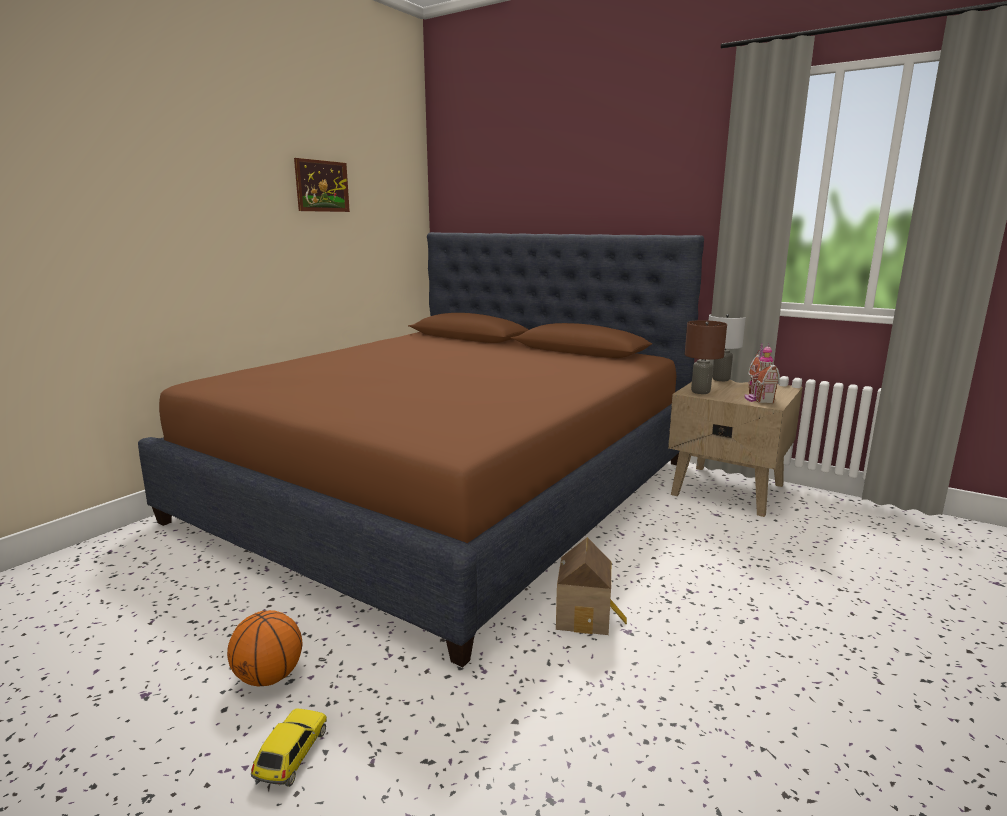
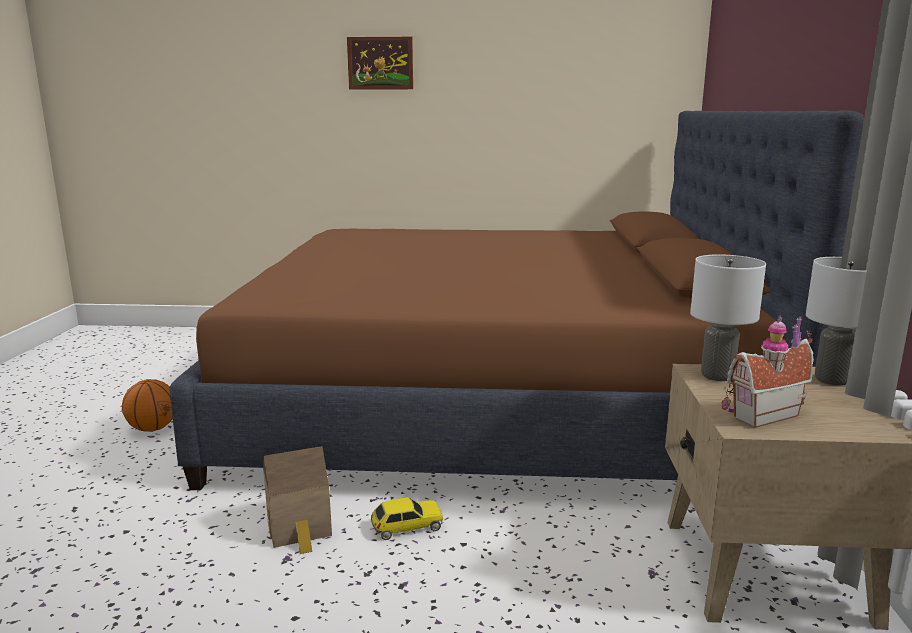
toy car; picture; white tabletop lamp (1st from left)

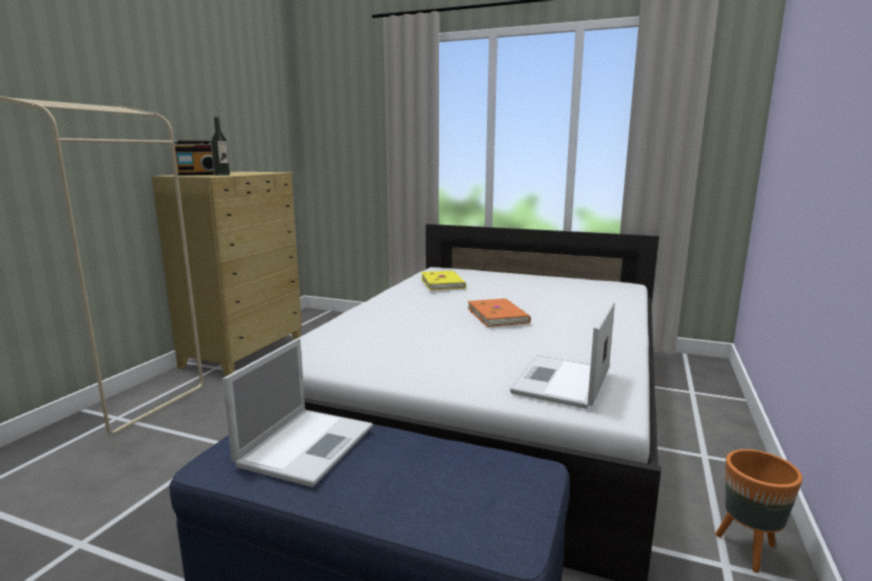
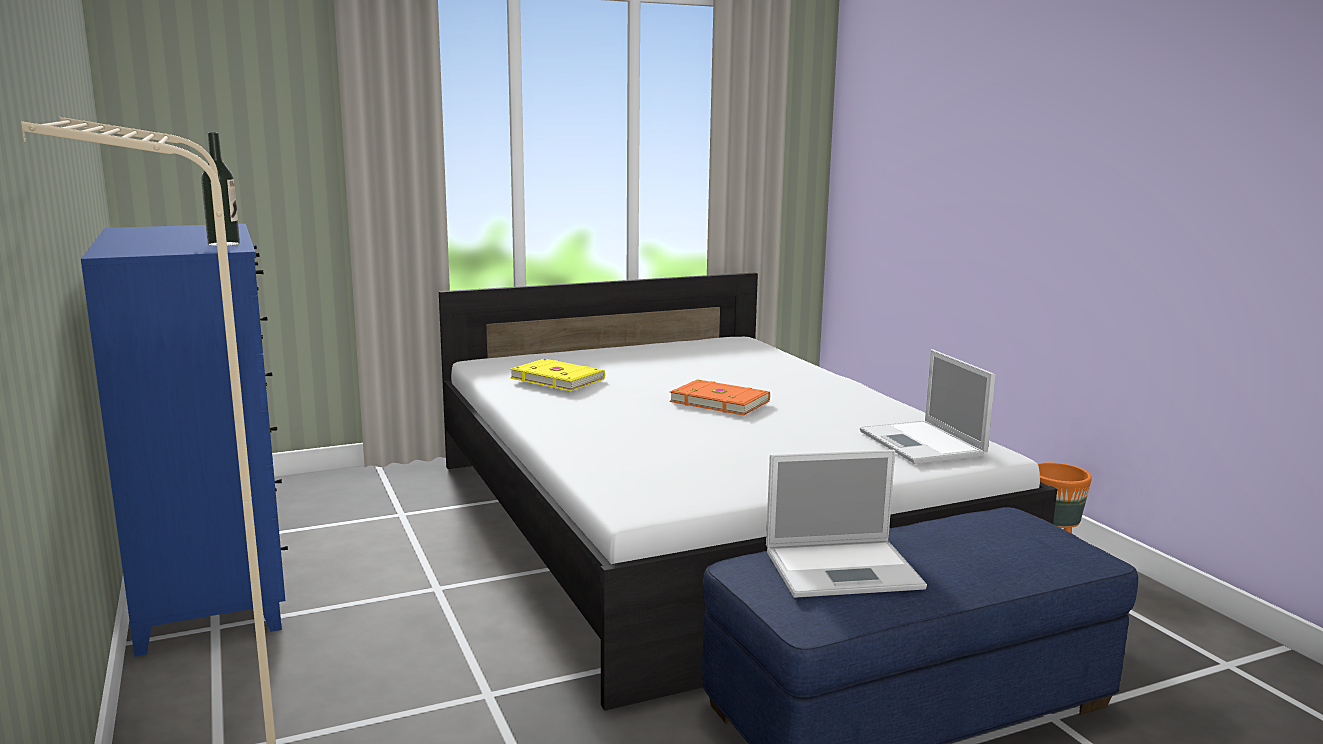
radio receiver; bluish drawer chest; notebook computer (1st from left)

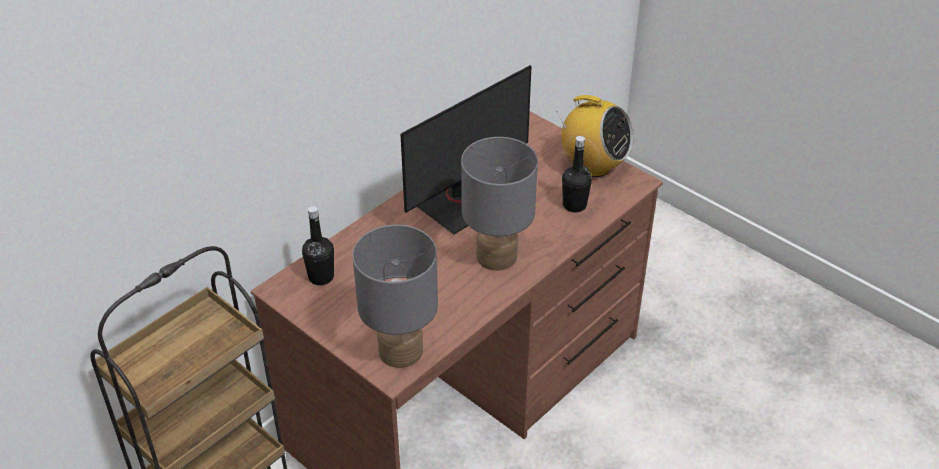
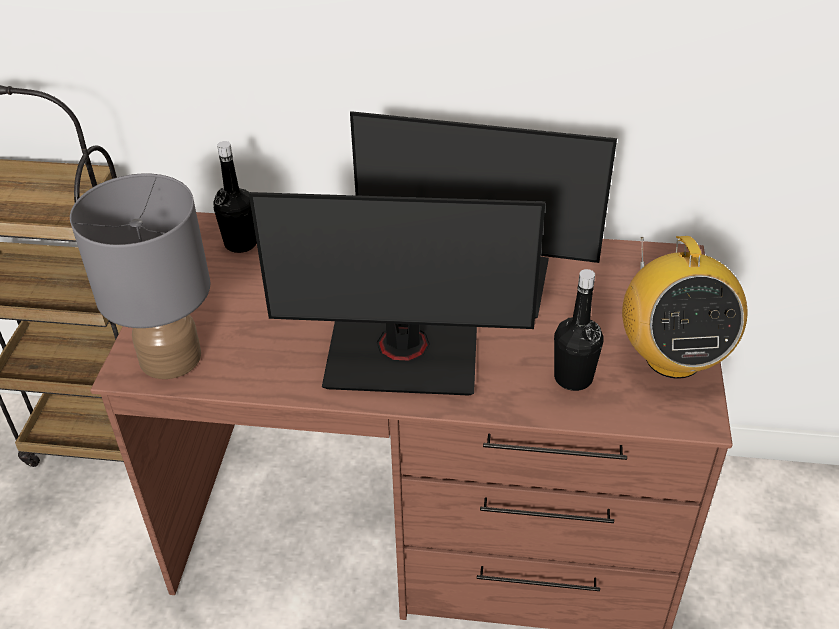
monitor (1st from left)

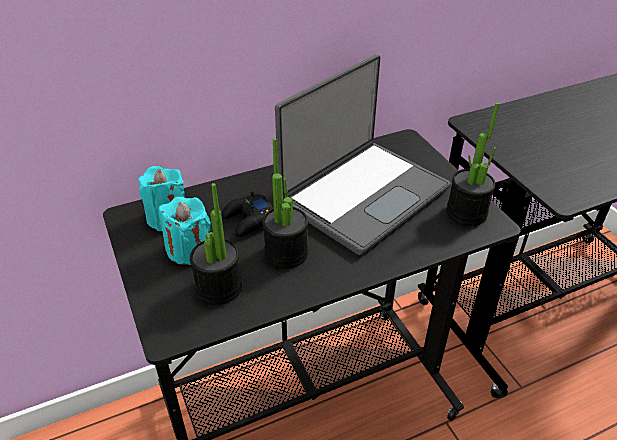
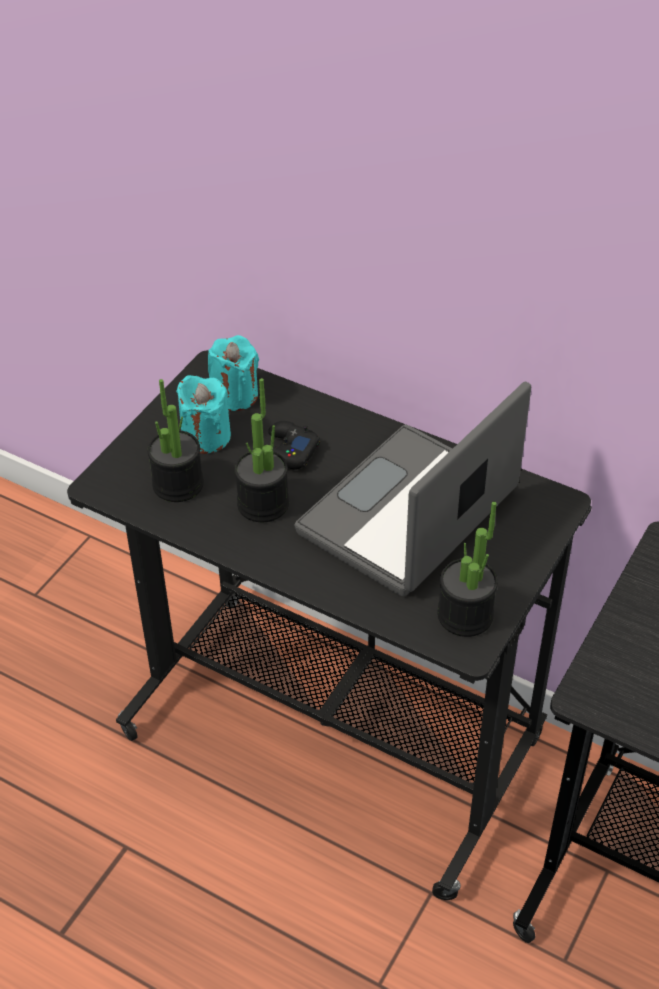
notebook computer

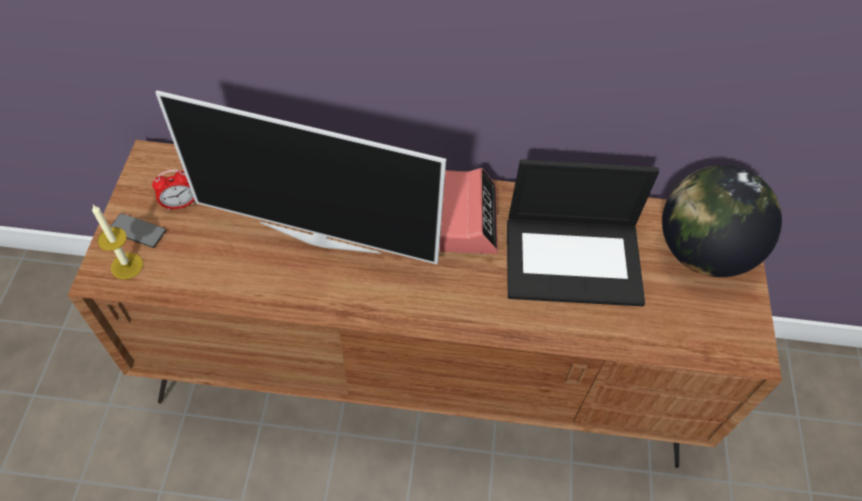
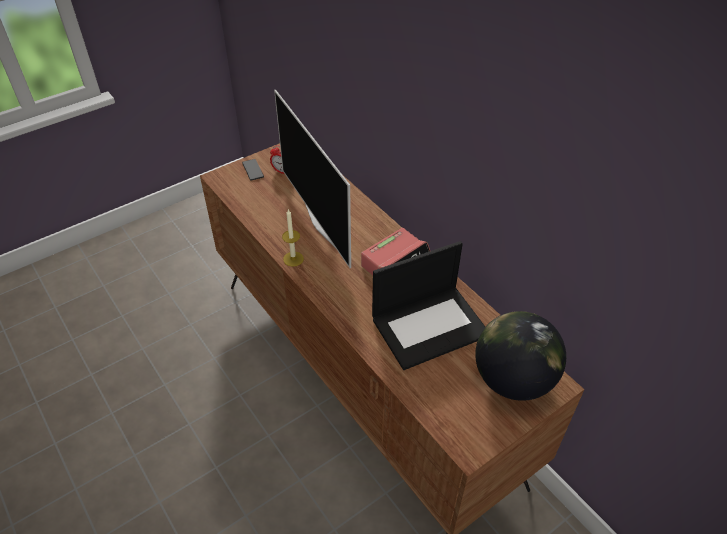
candle; notebook computer

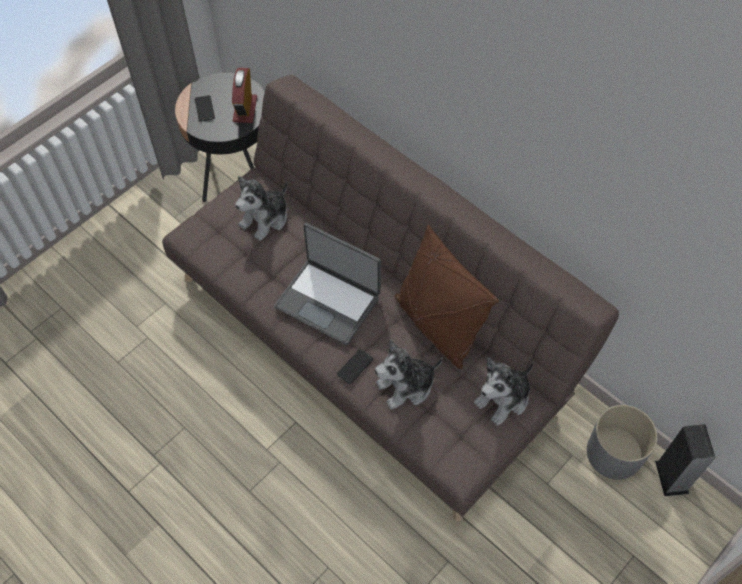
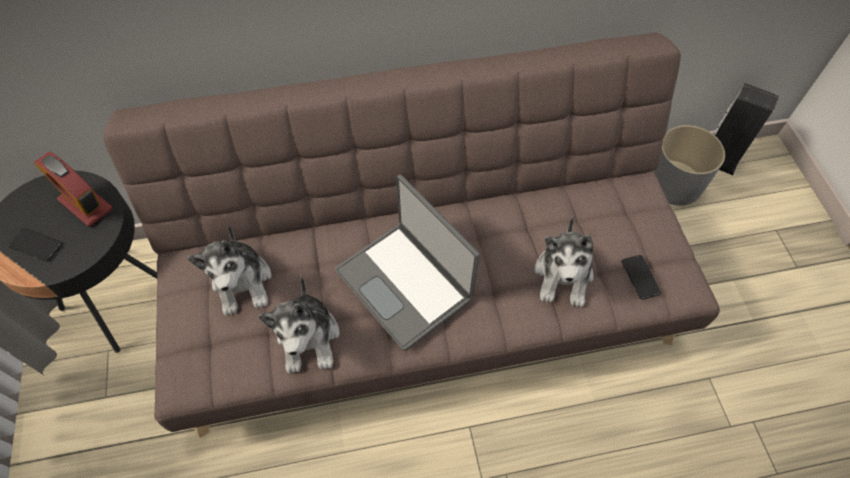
brown throw pillow; telephone (2nd from left); cuddly toy (2nd from left); notebook computer

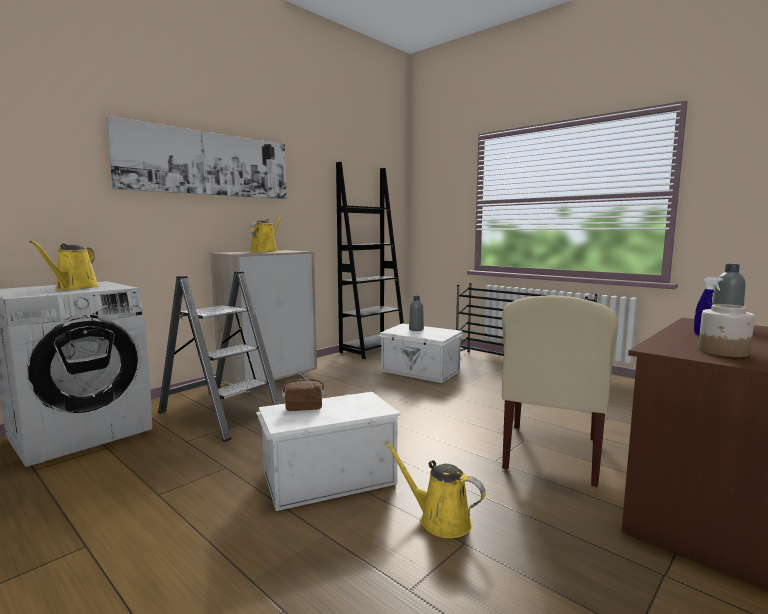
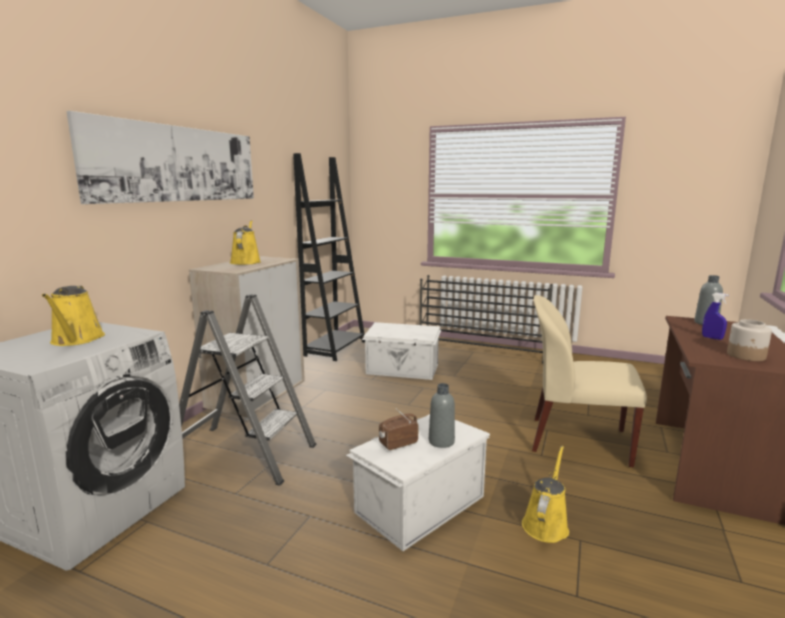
greyish bottle (1st from left); yellowish watering pot (3rd from left); beige-coloured chair

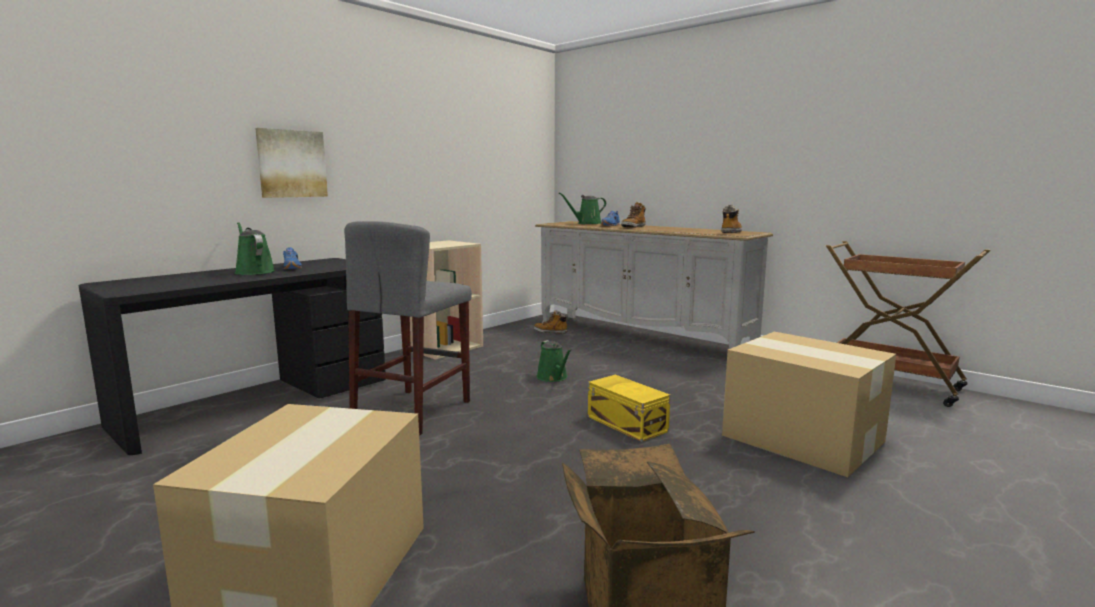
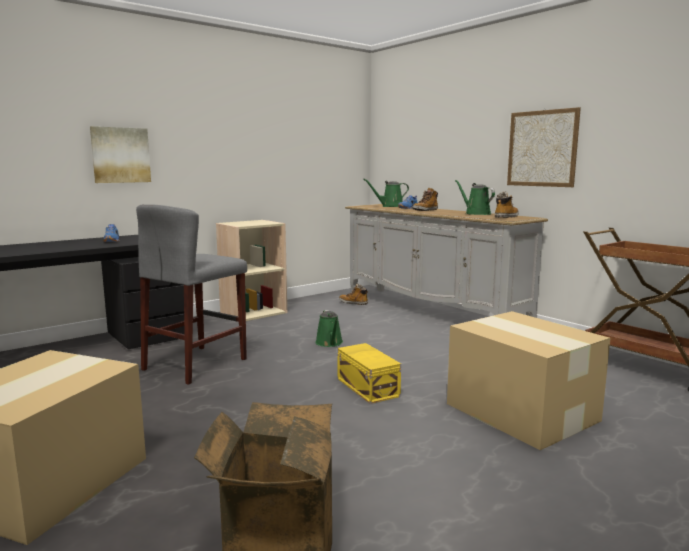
picture (2nd from left); green-coloured watering pot (3rd from left)

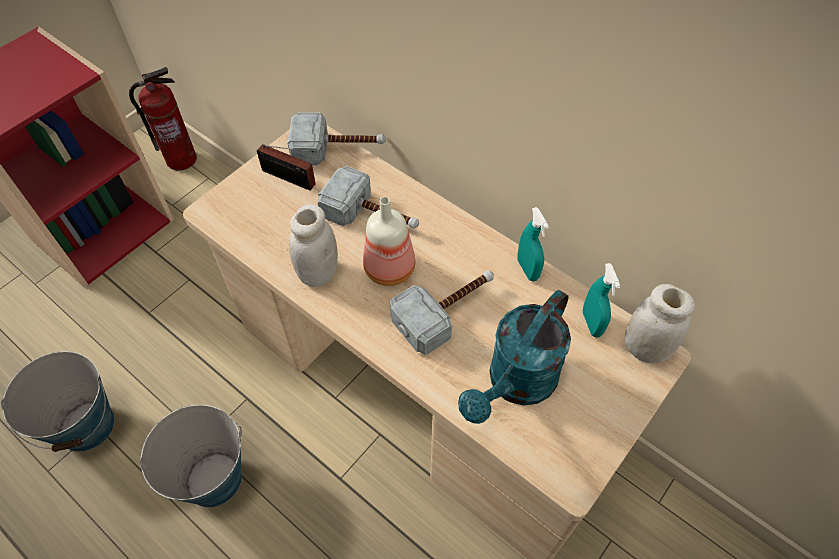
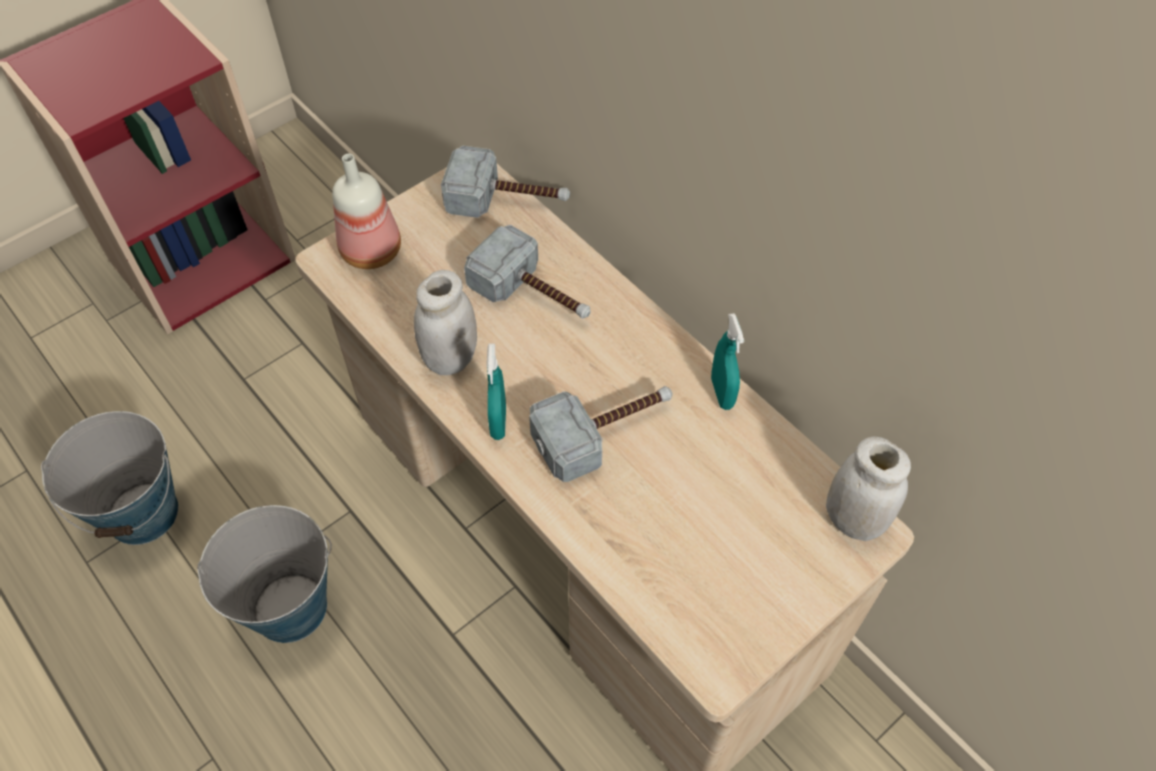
fire extinguisher; radio receiver; turquoise watering pot; bottle; turquoise hand sprayer (1st from left)

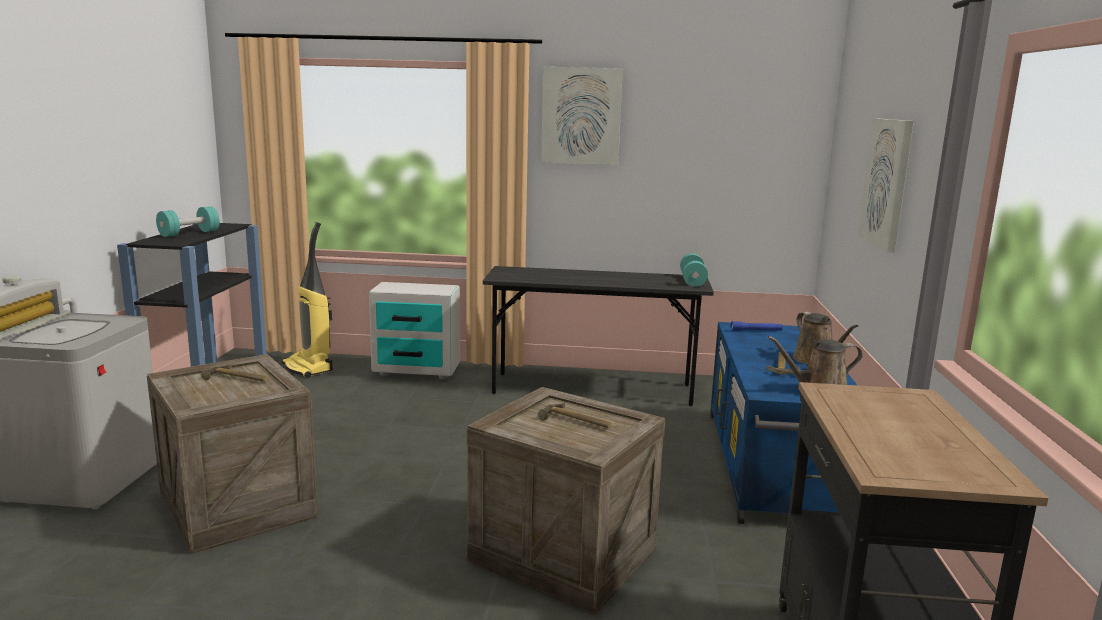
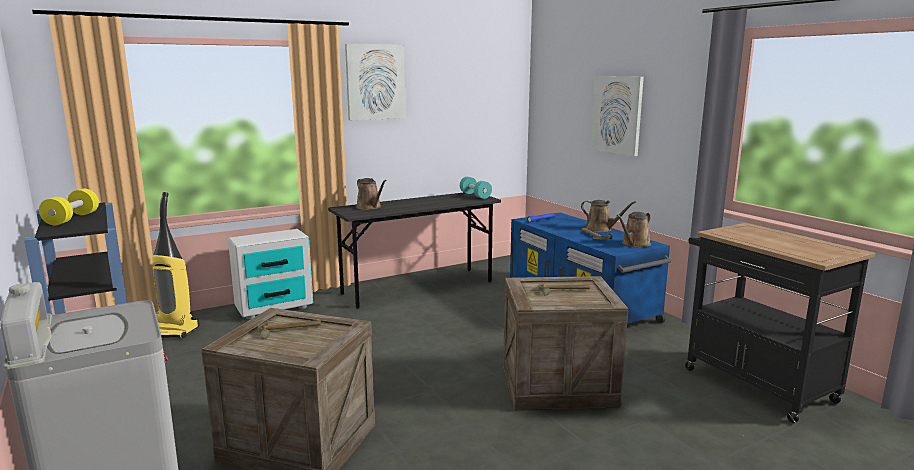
brown watering pot (1st from left); yellowish free weight

